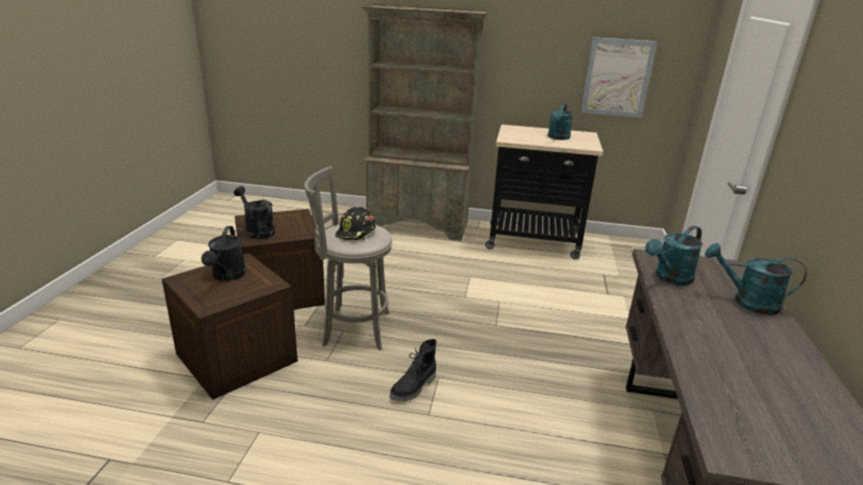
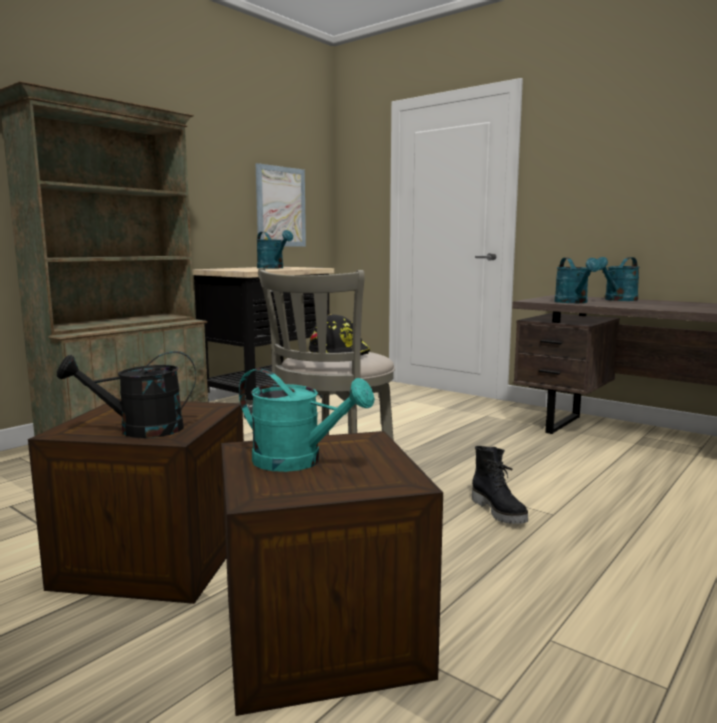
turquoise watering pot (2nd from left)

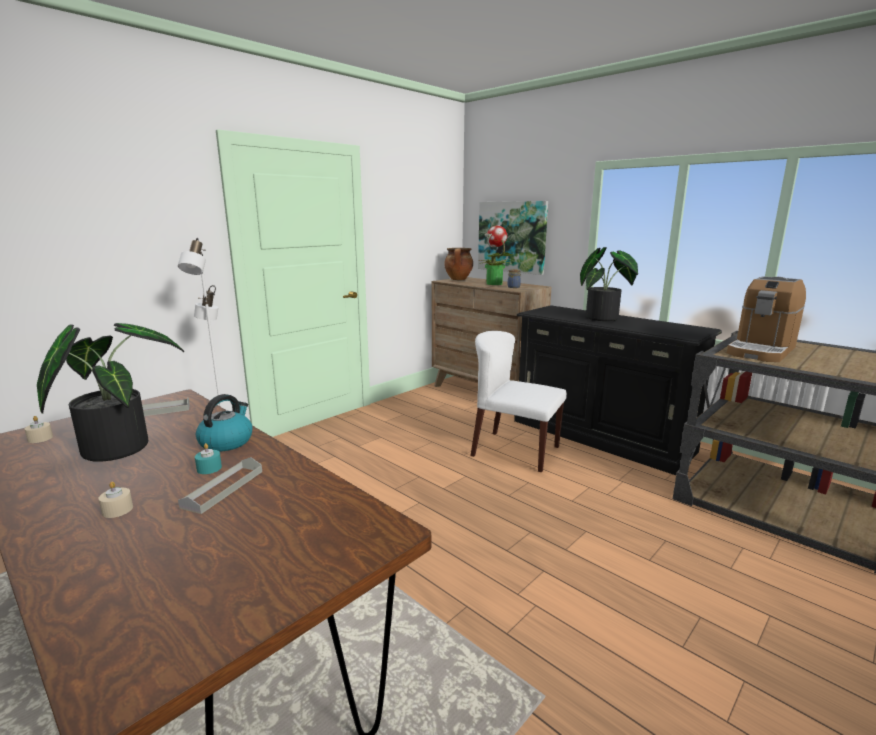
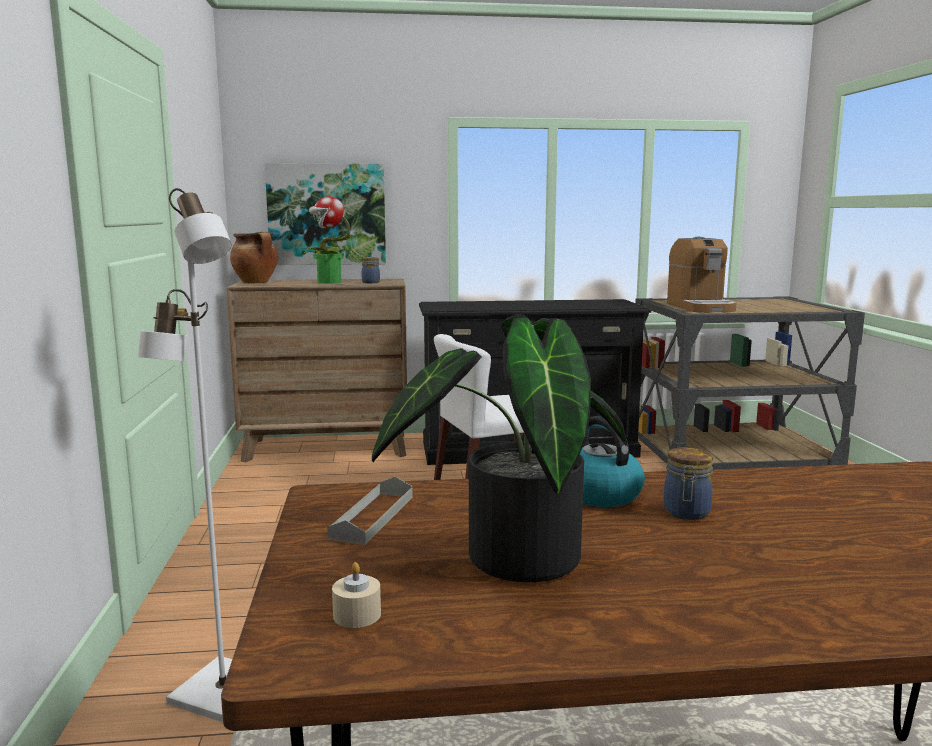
beige-coloured candle (2nd from left in the first image); greyish carrying tray (2nd from left in the first image); plant in a pot (3rd from left in the first image); storage jar (2nd from left)

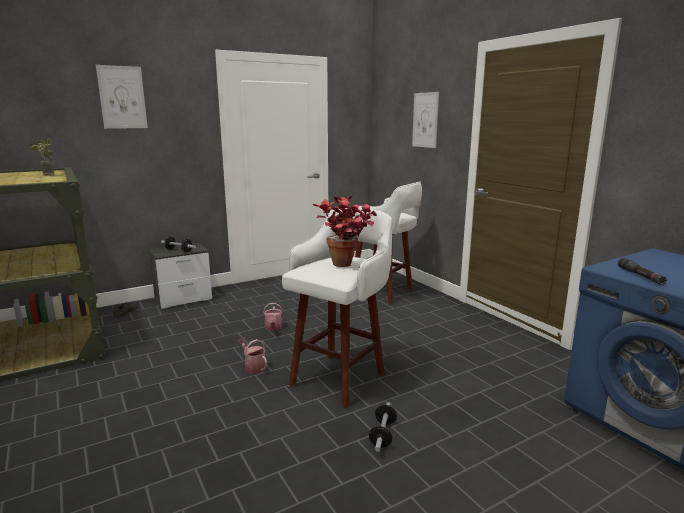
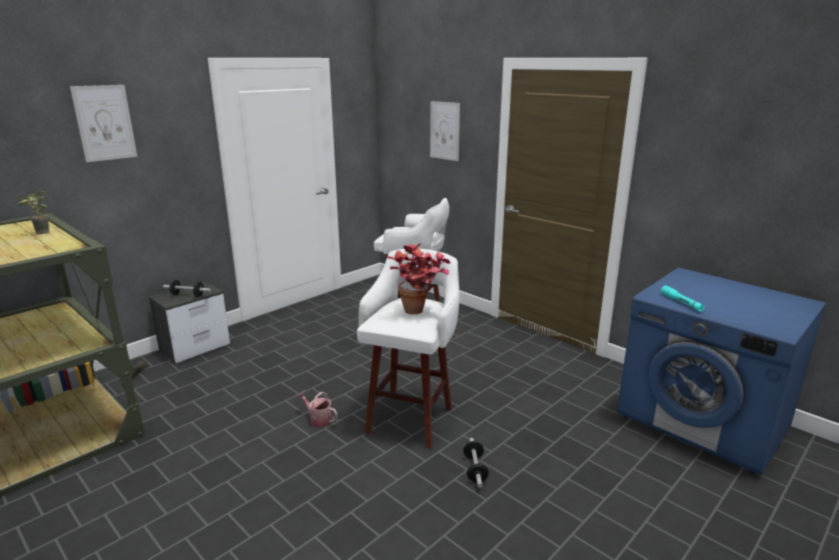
watering pot (2nd from left in the first image); turquoise torch

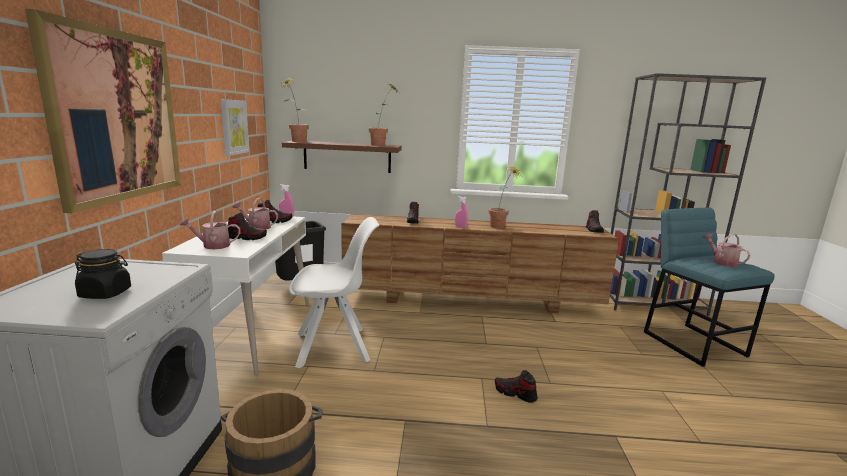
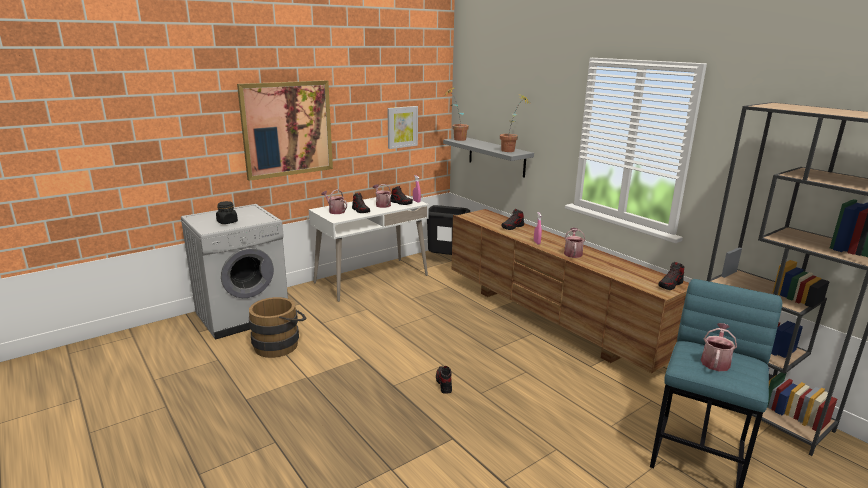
white chair; watering pot (3rd from left); greyish bracket shelf

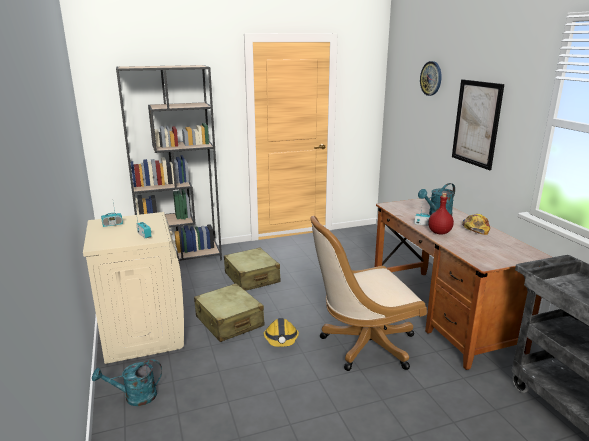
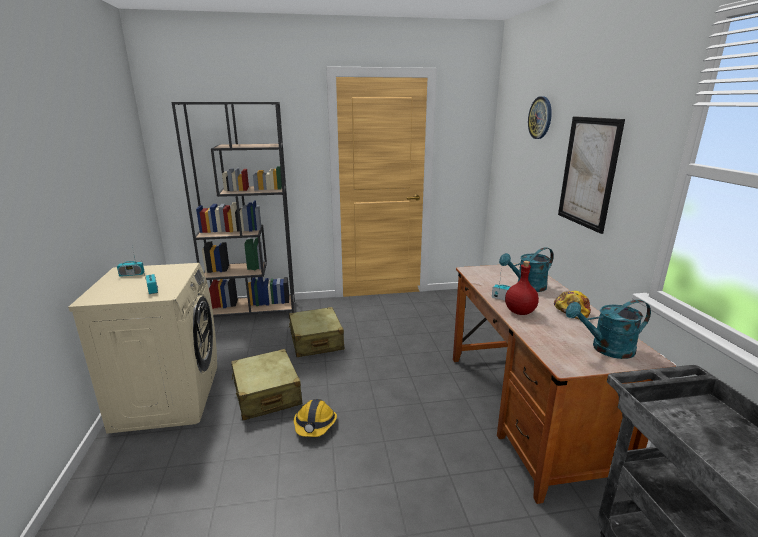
computer chair; turquoise watering pot (2nd from left)

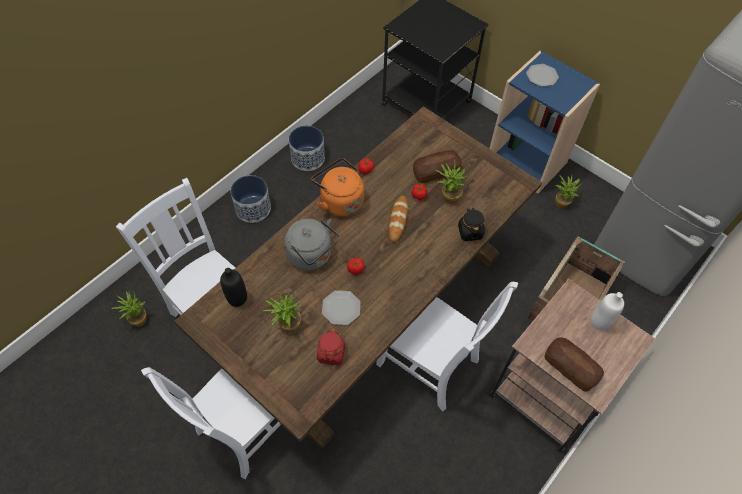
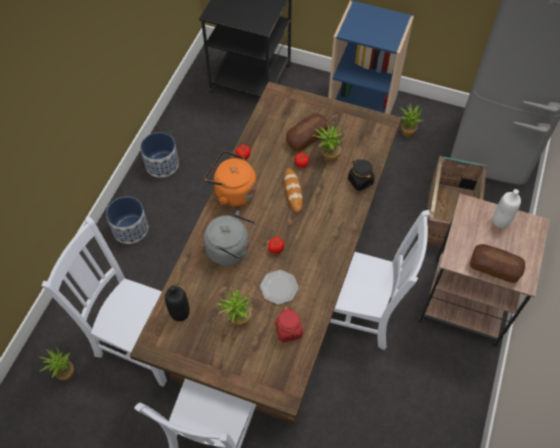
plate (2nd from left in the first image)

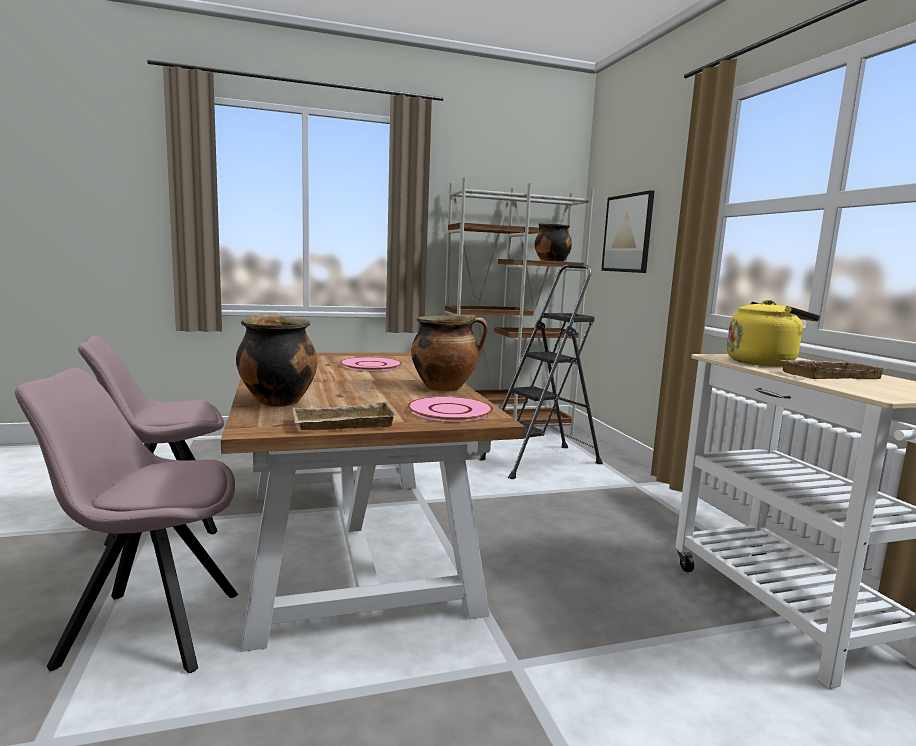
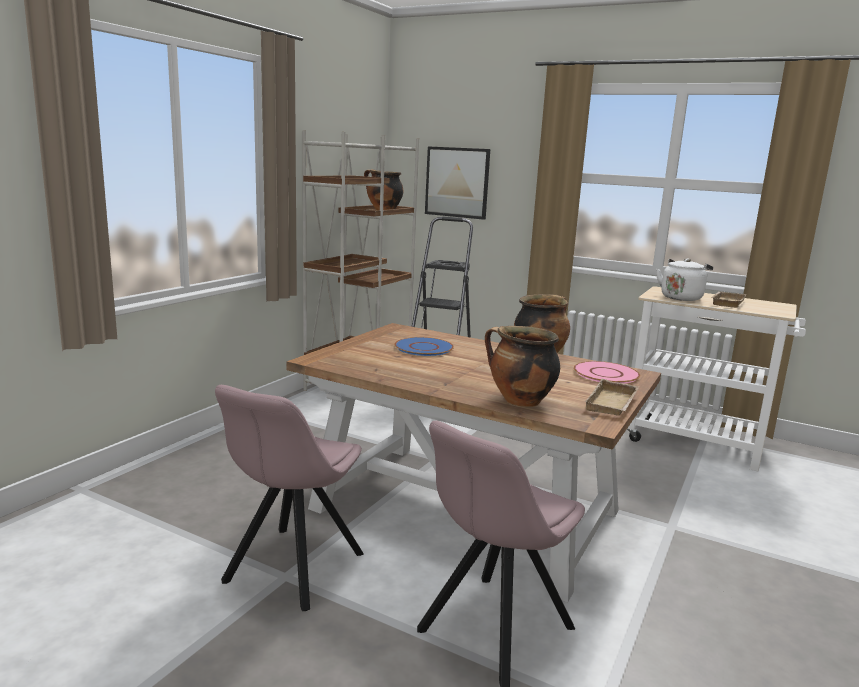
bluish plate; white water kettle

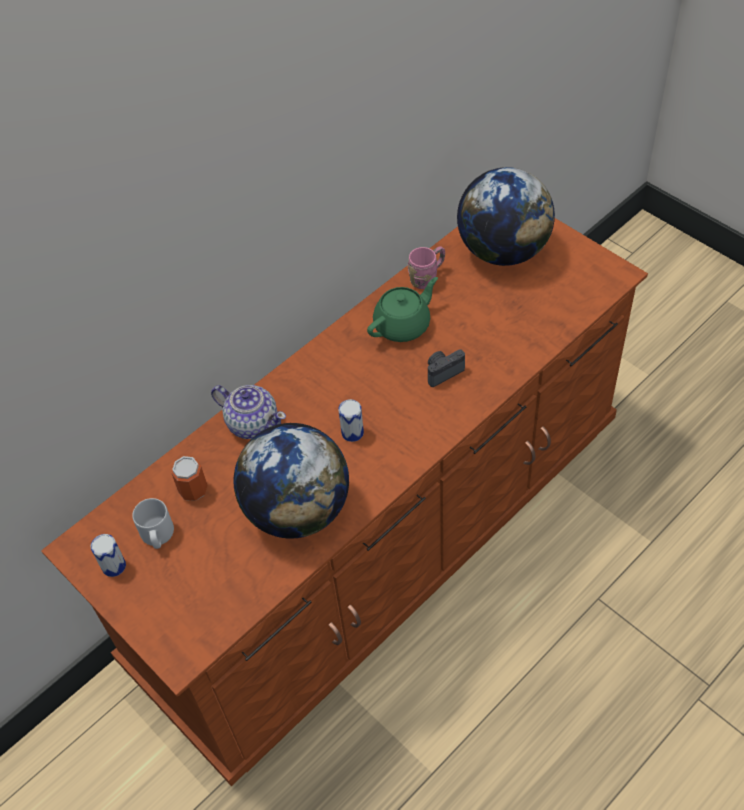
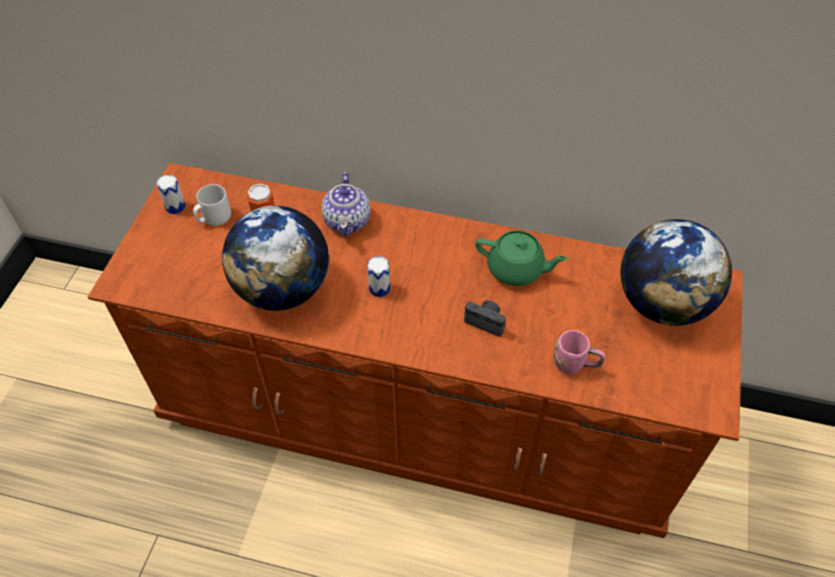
pink mug

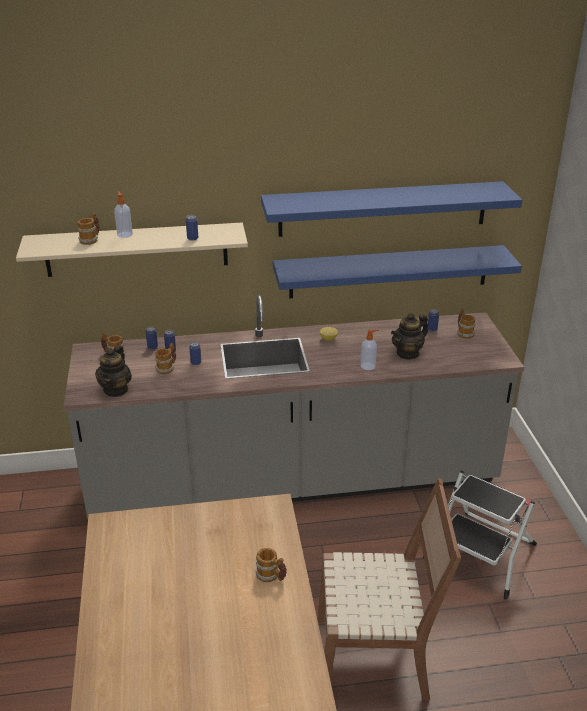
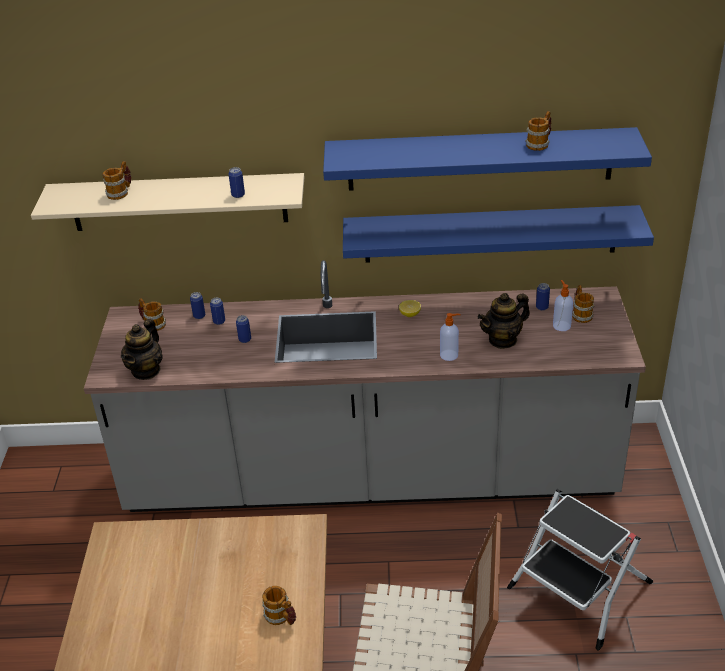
soap dispenser (2nd from left); mug (4th from left)

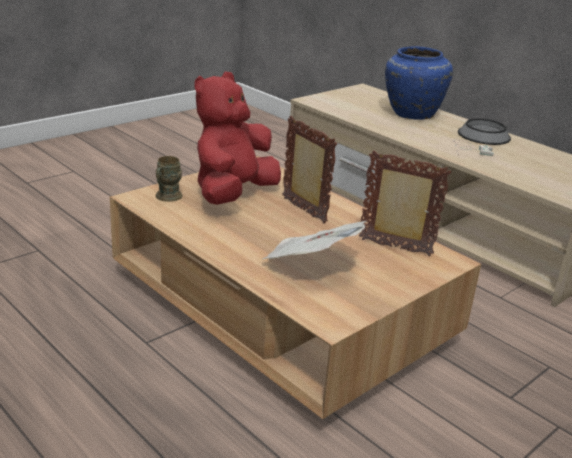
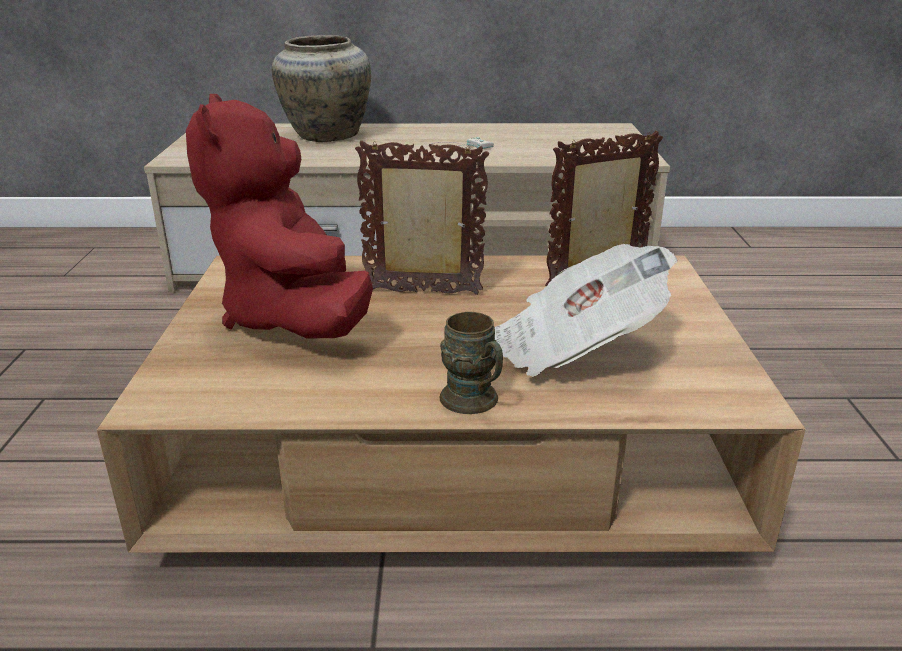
serving bowl; brown mug; beige-coloured vase

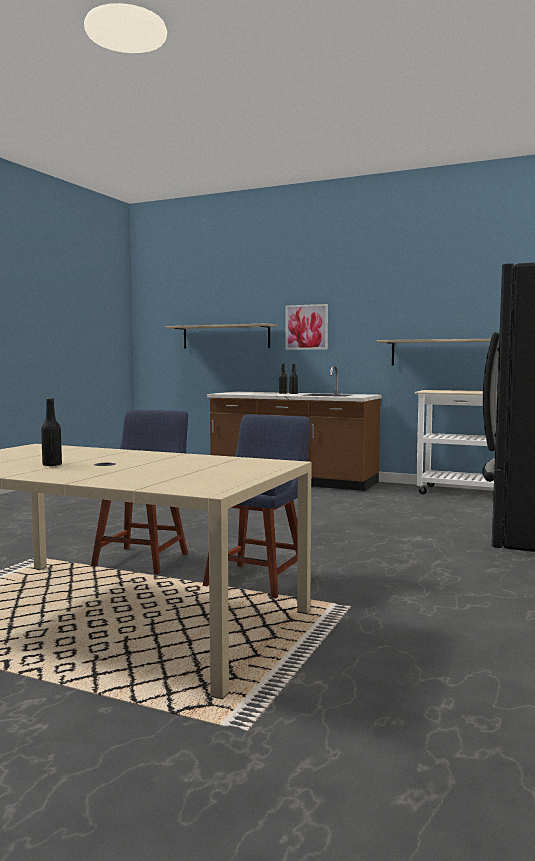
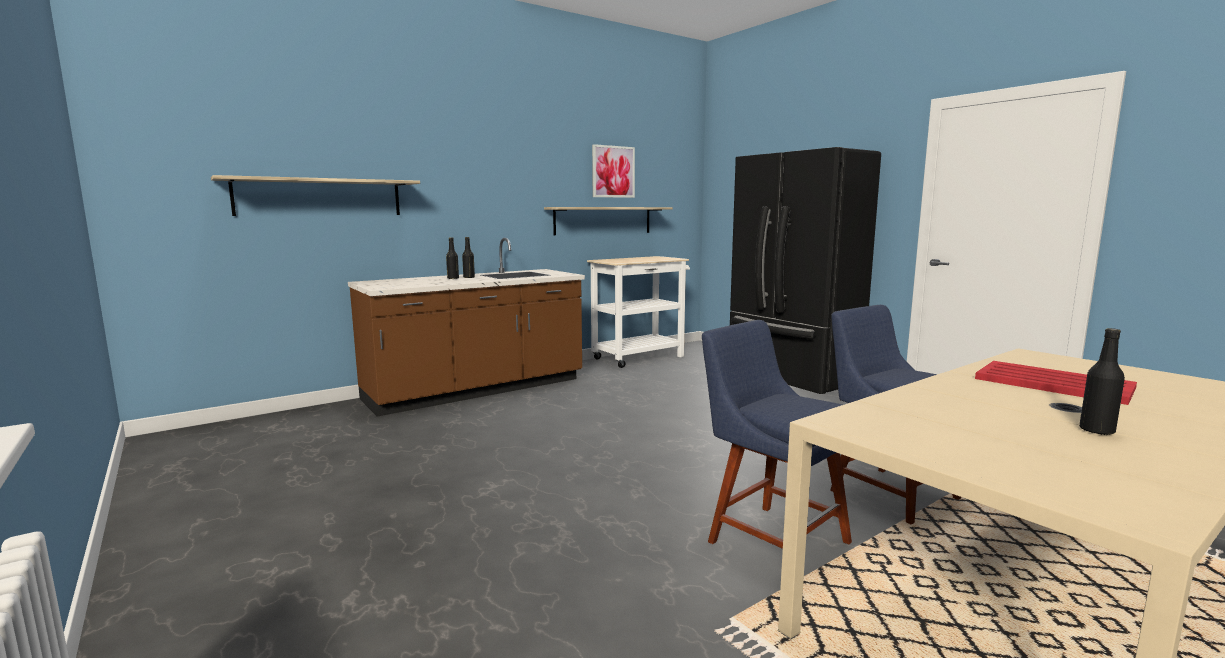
red-coloured carrying tray; picture

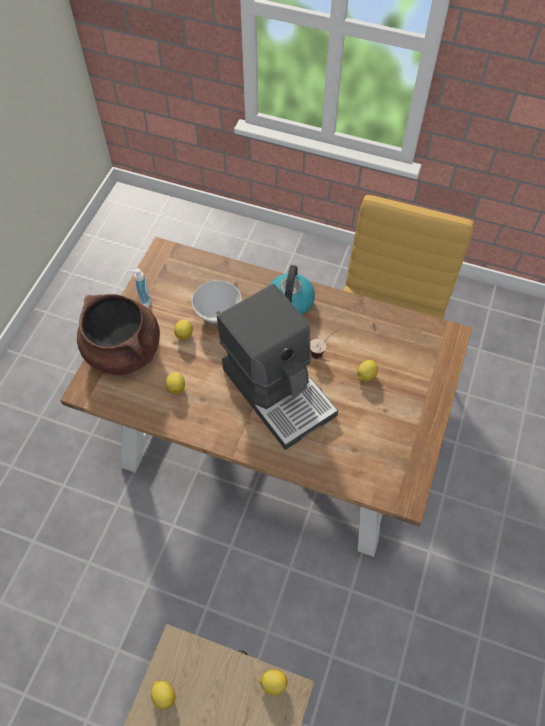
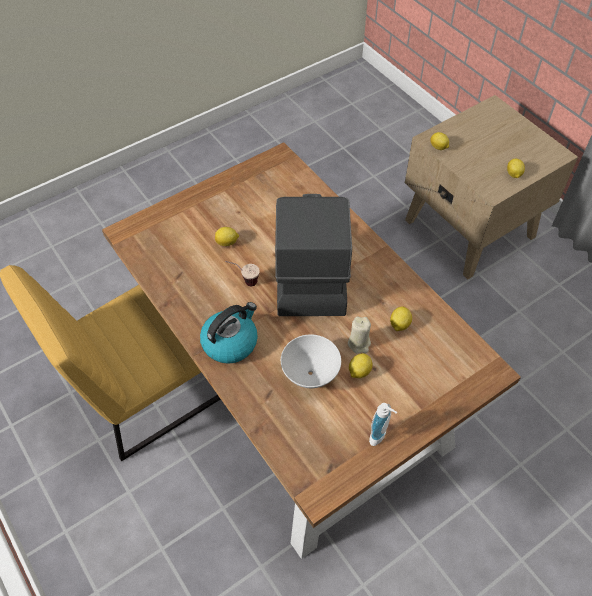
brown saucepot; beige-coloured candle

